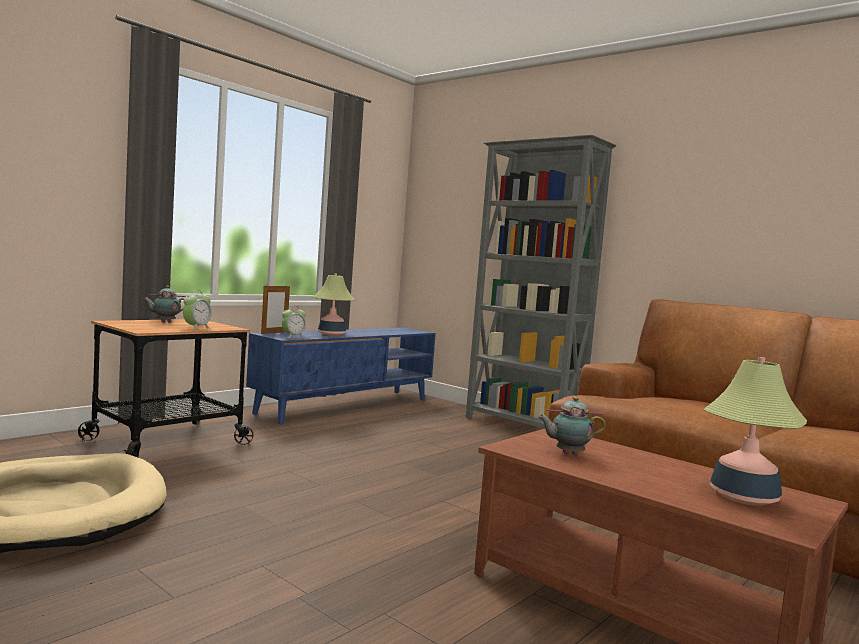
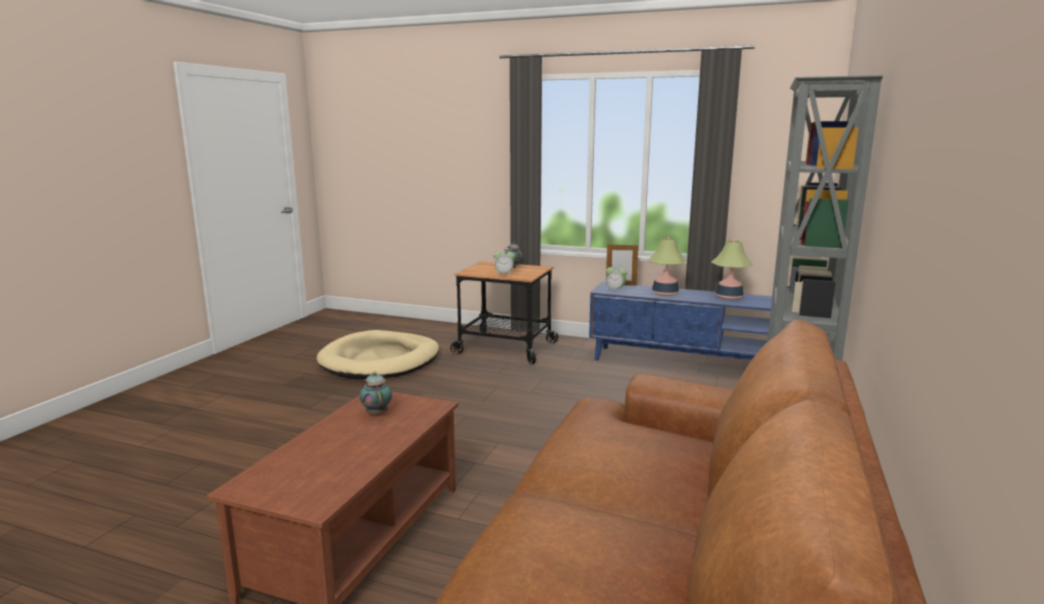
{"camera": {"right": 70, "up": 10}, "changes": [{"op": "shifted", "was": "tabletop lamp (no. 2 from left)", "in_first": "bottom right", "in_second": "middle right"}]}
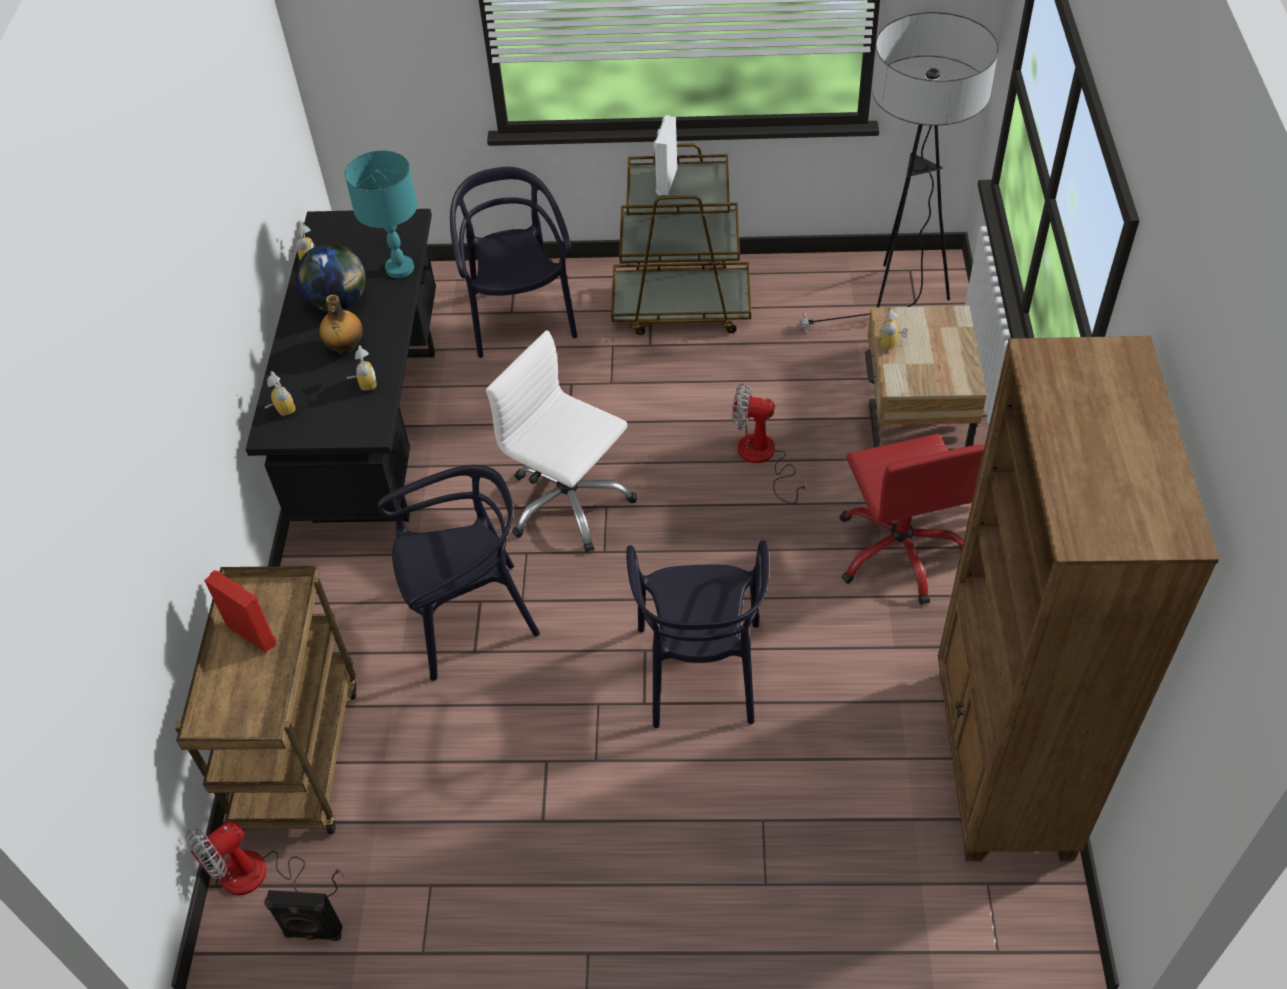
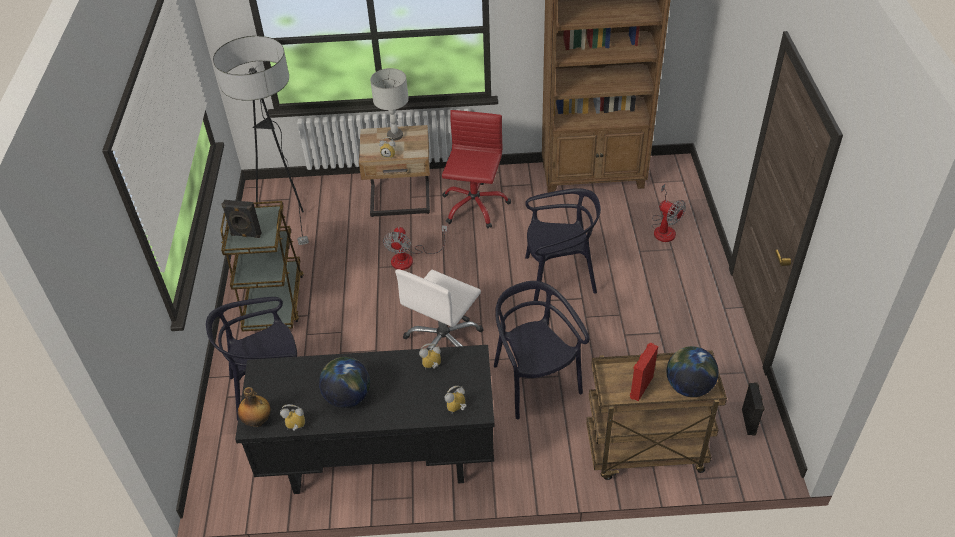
{"camera": {"right": -95, "up": -5}, "changes": [{"op": "shifted", "was": "electric fan (no. 1 from left in the first image)", "now": "electric fan (no. 2 from left)", "in_first": "bottom left", "in_second": "middle right"}, {"op": "shifted", "was": "bottle", "in_first": "top left", "in_second": "bottom left"}, {"op": "gone", "was": "turquoise tabletop lamp", "in_first": "top left"}, {"op": "repainted", "was": "whitish speaker", "now": "black-coloured speaker (no. 1 from left)", "in_first": "top centre", "in_second": "middle left"}, {"op": "rotated", "was": "red computer chair", "in_first": "middle right", "in_second": "top centre", "clockwise": -60}, {"op": "new", "now": "greyish tabletop lamp", "in_second": "top centre"}, {"op": "new", "now": "globe (no. 2 from left)", "in_second": "bottom right"}]}
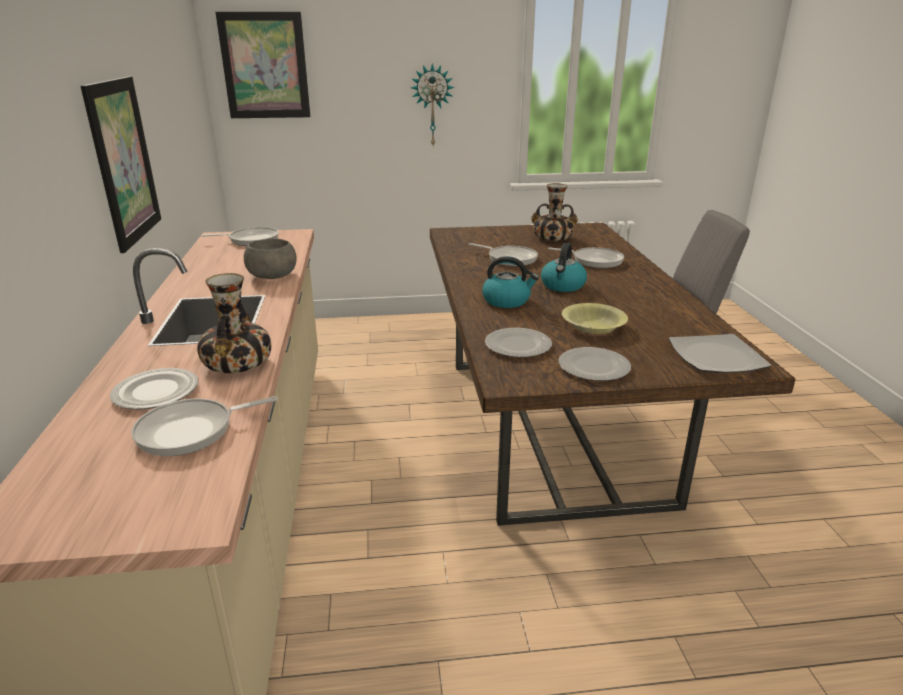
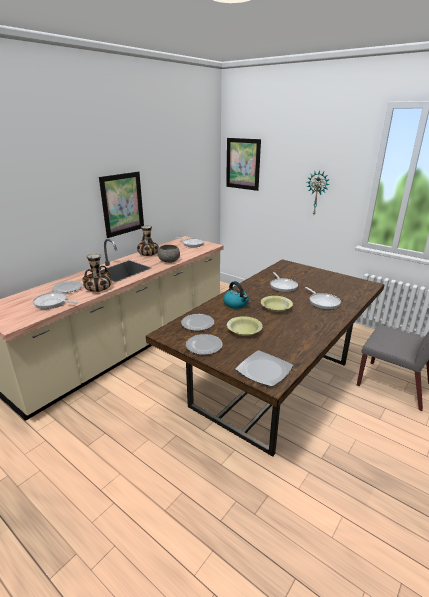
{"camera": {"right": 45, "up": 0}, "changes": [{"op": "shifted", "was": "decorative vase (no. 2 from left)", "in_first": "top centre", "in_second": "centre"}, {"op": "swapped", "was": "water kettle (no. 2 from left)", "now": "yellowish serving bowl (no. 2 from left)", "in_first": "centre", "in_second": "centre"}]}
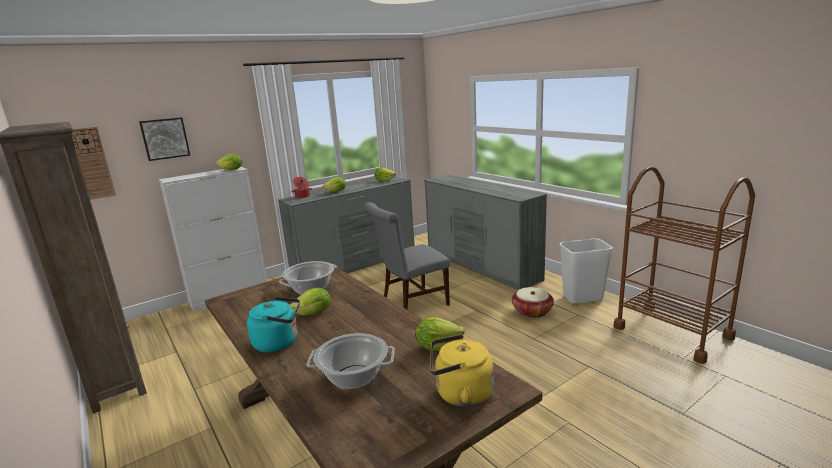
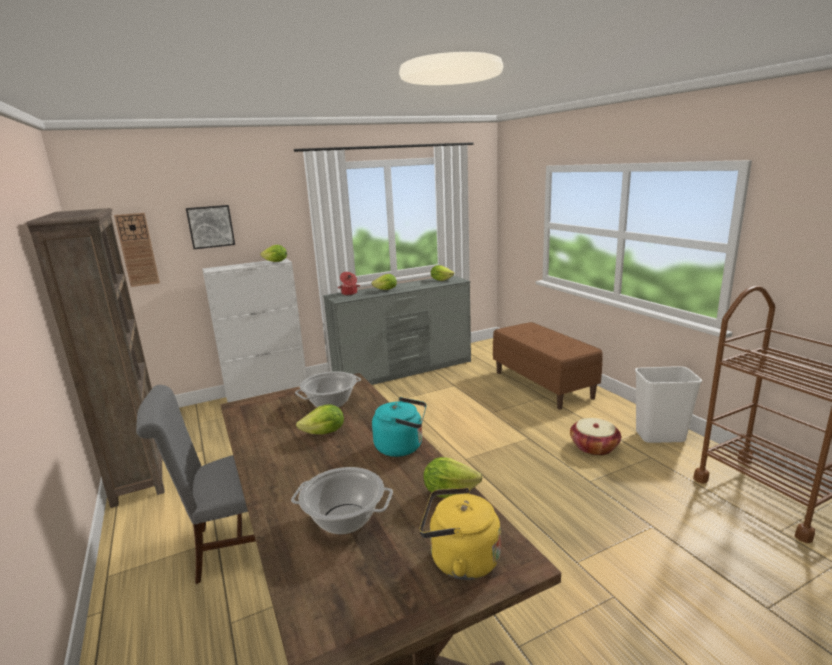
{"camera": {"right": 10, "up": 0}, "changes": [{"op": "shifted", "was": "turquoise water kettle", "in_first": "bottom left", "in_second": "centre"}, {"op": "shifted", "was": "greyish chair", "in_first": "centre", "in_second": "bottom left"}, {"op": "swapped", "was": "greyish dresser (no. 2 from left)", "now": "brown long seat", "in_first": "centre", "in_second": "centre"}]}
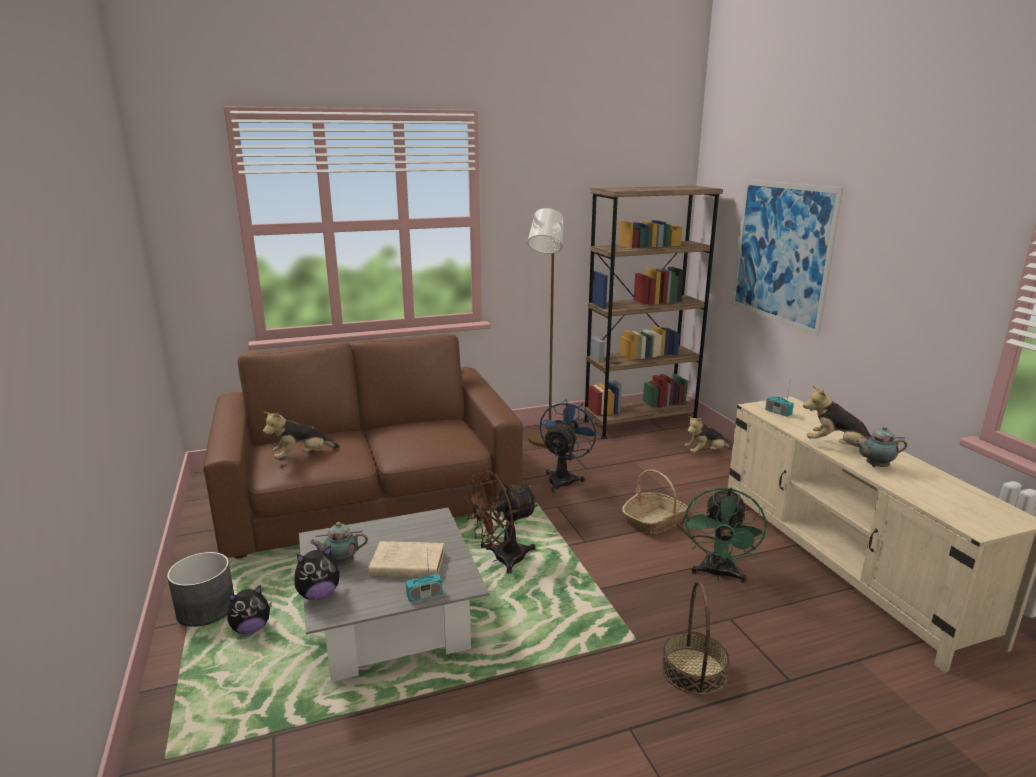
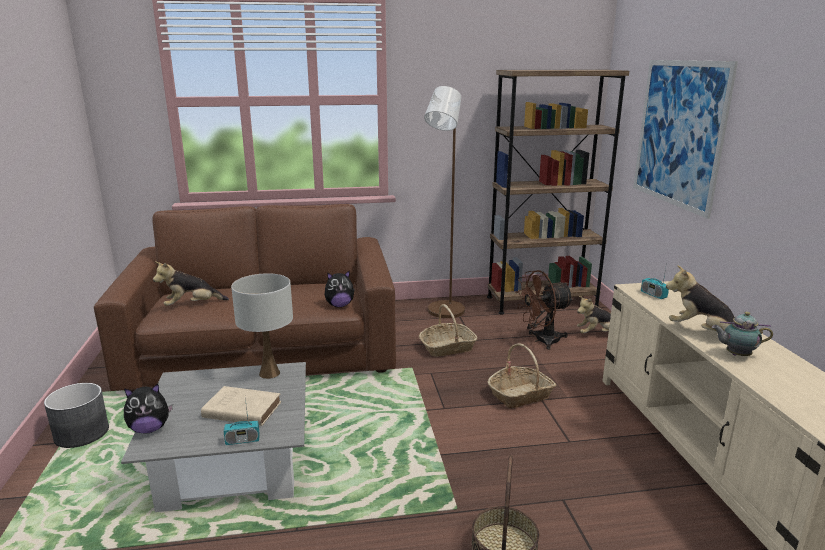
{"camera": {"right": 10, "up": 0}, "changes": [{"op": "shifted", "was": "cuddly toy (no. 1 from left in the first image)", "now": "cuddly toy (no. 3 from left)", "in_first": "bottom left", "in_second": "centre"}, {"op": "gone", "was": "teapot (no. 1 from left)", "in_first": "bottom left"}, {"op": "shifted", "was": "brown electric fan", "in_first": "bottom centre", "in_second": "centre"}, {"op": "swapped", "was": "blue-coloured electric fan", "now": "storage basket (no. 1 from left)", "in_first": "centre", "in_second": "centre"}, {"op": "gone", "was": "greenish electric fan", "in_first": "bottom right"}, {"op": "new", "now": "whitish tabletop lamp", "in_second": "middle left"}]}
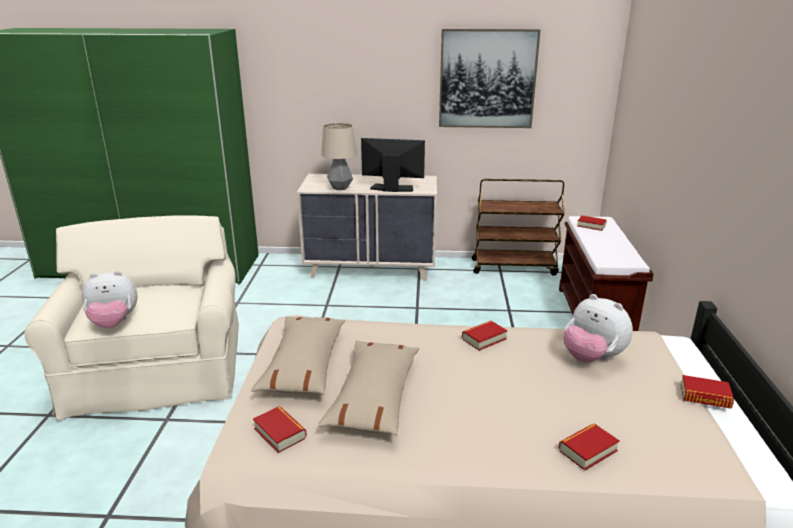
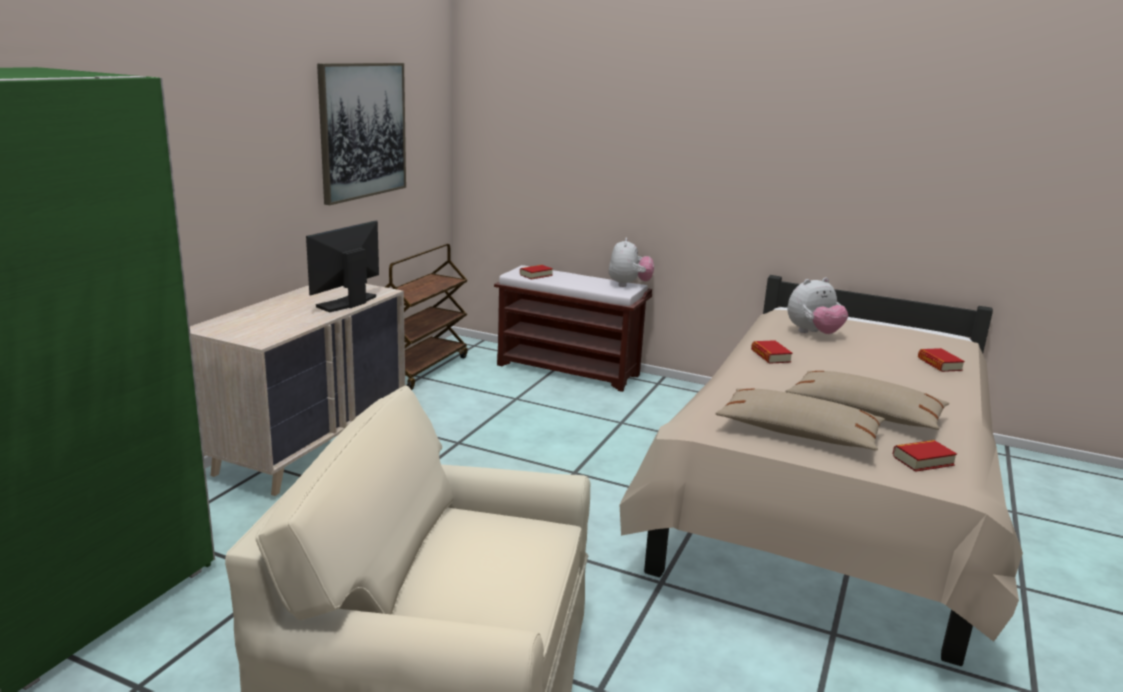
{"camera": {"right": -70, "up": -5}, "changes": [{"op": "shifted", "was": "cuddly toy (no. 1 from left)", "in_first": "middle left", "in_second": "centre"}, {"op": "gone", "was": "tabletop lamp", "in_first": "top centre"}, {"op": "gone", "was": "book (no. 5 from left)", "in_first": "bottom right"}]}
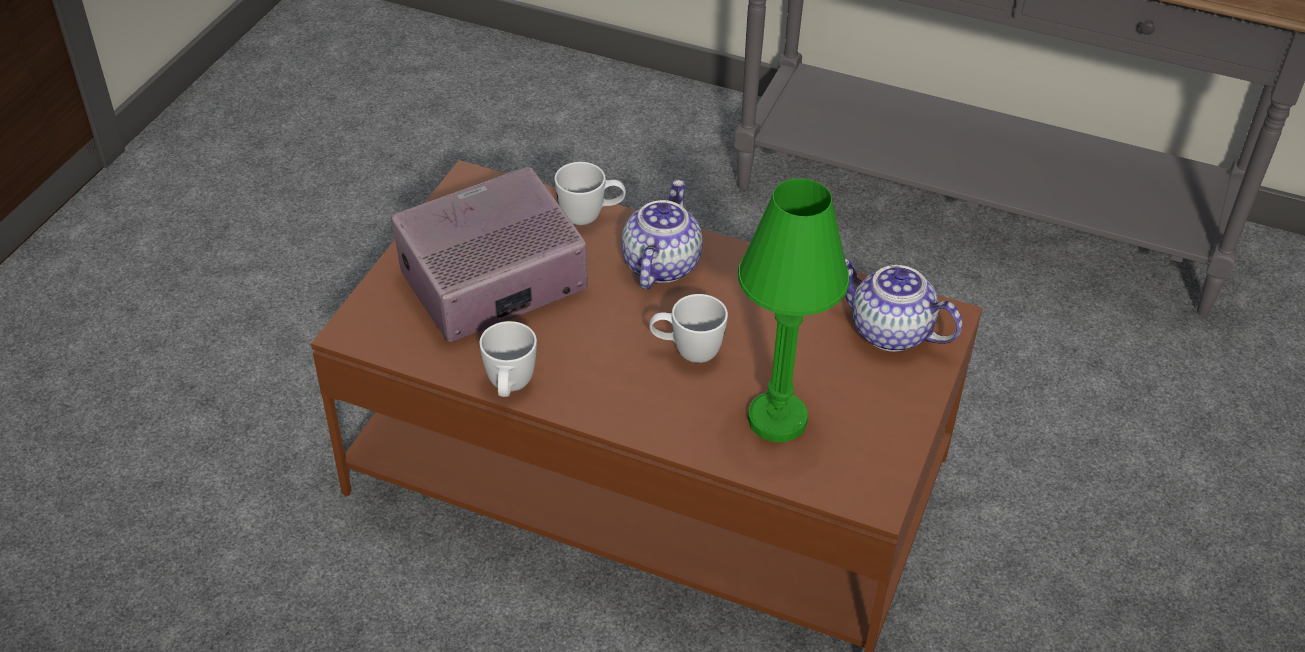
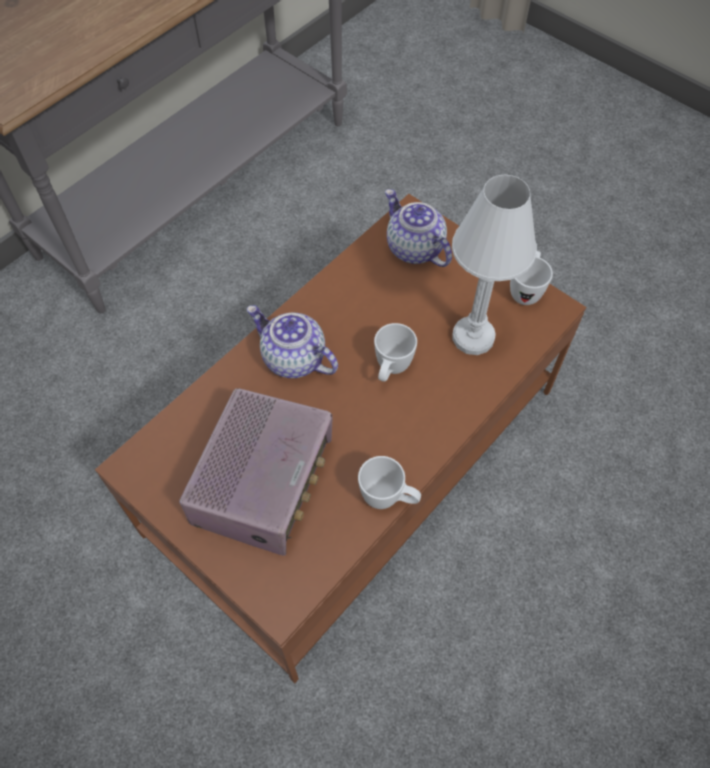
{"camera": {"right": -70, "up": 15}, "changes": [{"op": "rotated", "was": "radio", "in_first": "centre", "in_second": "centre", "clockwise": -150}, {"op": "shifted", "was": "whitish mug (no. 2 from left in the first image)", "now": "whitish mug (no. 3 from left)", "in_first": "top centre", "in_second": "middle right"}, {"op": "repainted", "was": "greenish tabletop lamp", "now": "whitish tabletop lamp", "in_first": "centre", "in_second": "middle right"}, {"op": "rotated", "was": "teapot (no. 2 from left)", "in_first": "middle right", "in_second": "top centre", "clockwise": 90}]}
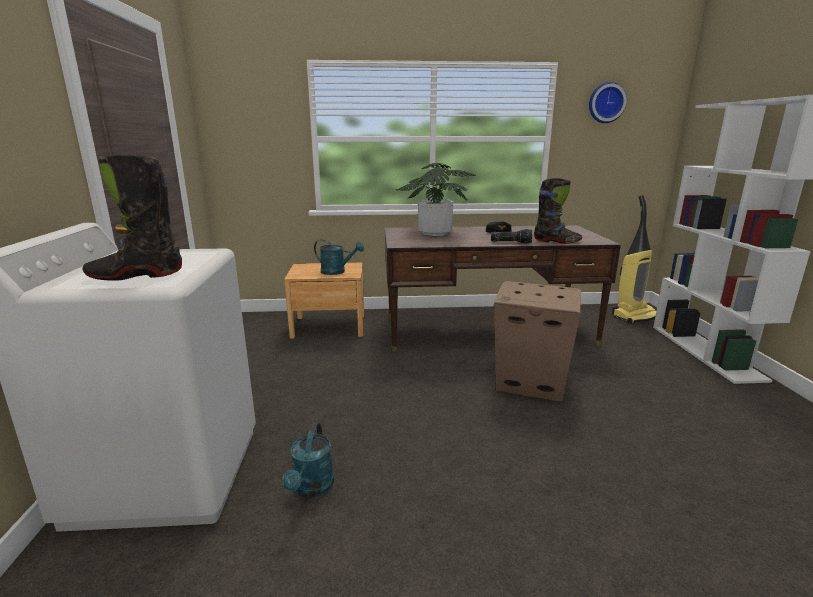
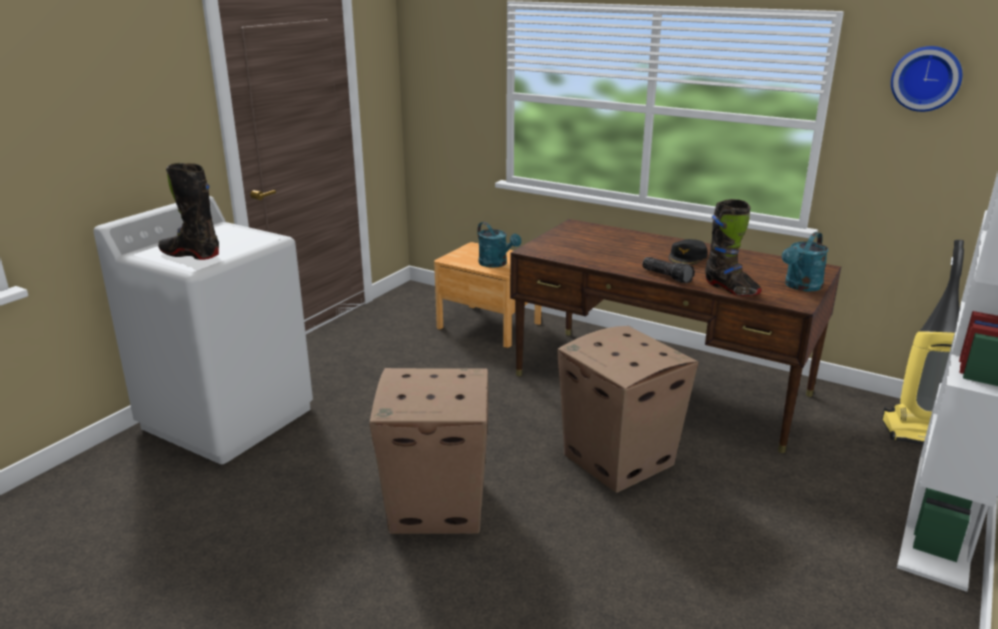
{"camera": {"right": 35, "up": 5}, "changes": [{"op": "shifted", "was": "turquoise watering can (no. 1 from left in the first image)", "now": "turquoise watering can (no. 2 from left)", "in_first": "bottom centre", "in_second": "middle right"}, {"op": "gone", "was": "potted plant", "in_first": "centre"}, {"op": "new", "now": "carton (no. 1 from left)", "in_second": "bottom centre"}]}
